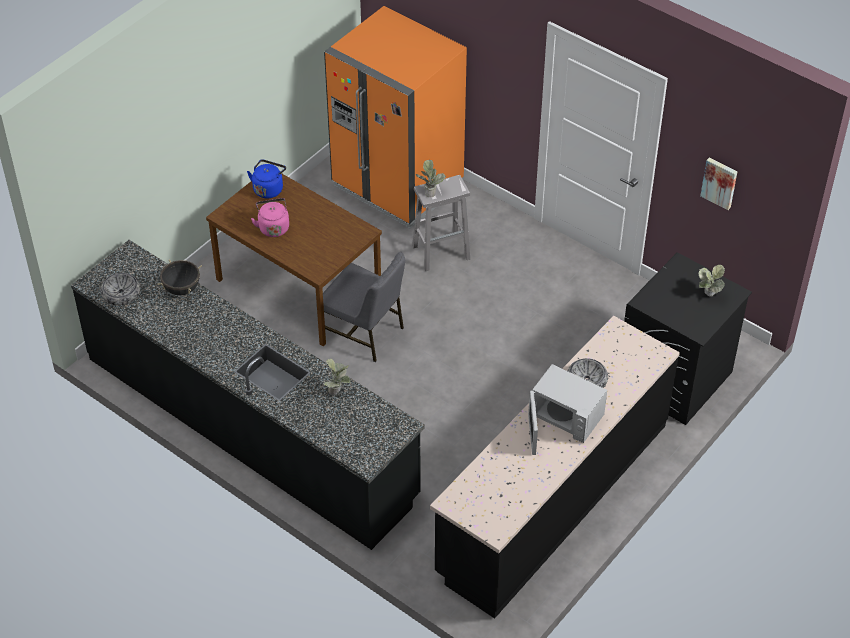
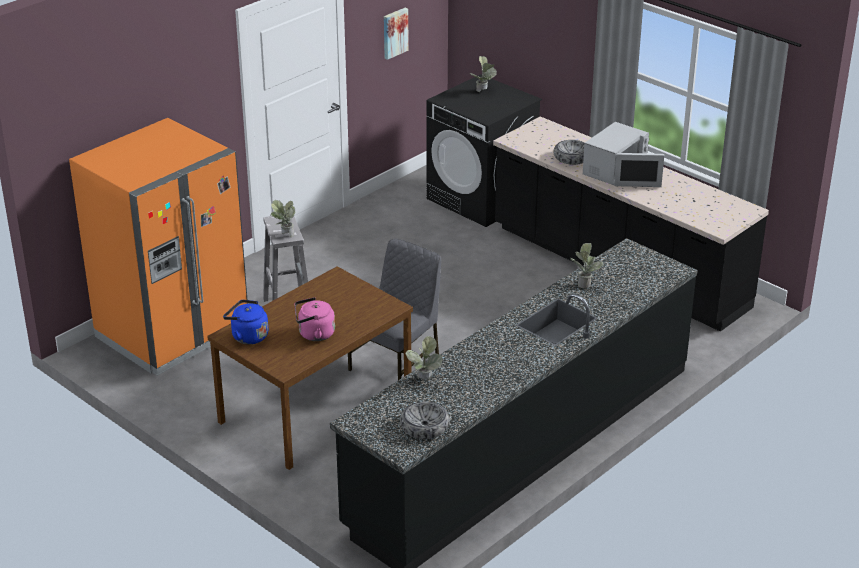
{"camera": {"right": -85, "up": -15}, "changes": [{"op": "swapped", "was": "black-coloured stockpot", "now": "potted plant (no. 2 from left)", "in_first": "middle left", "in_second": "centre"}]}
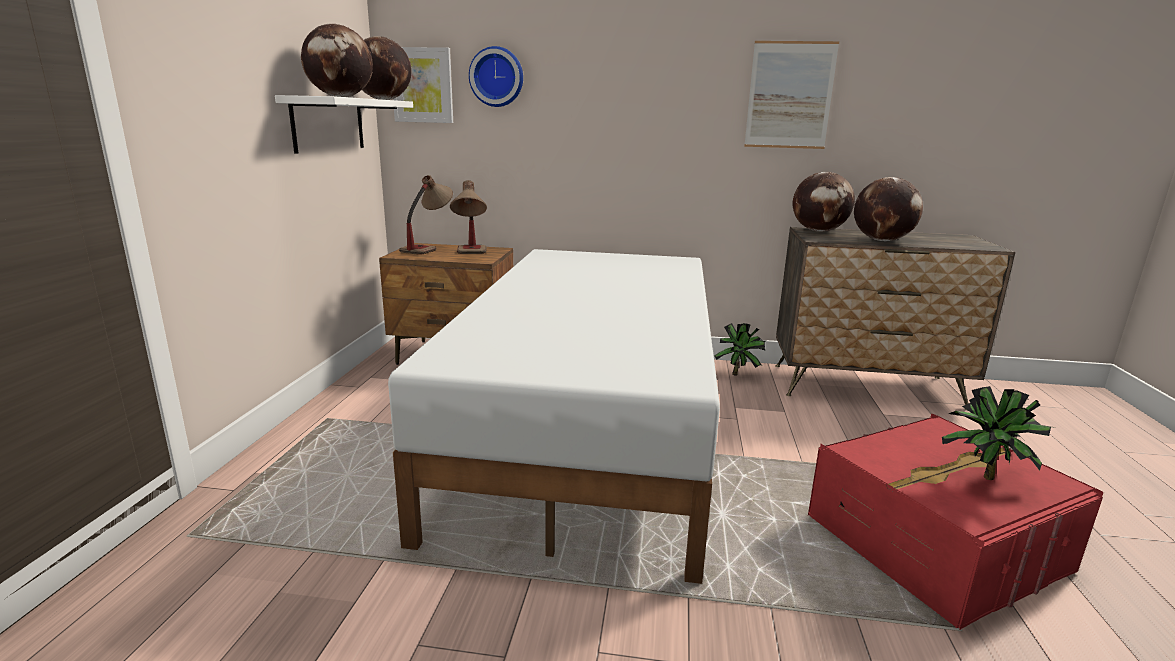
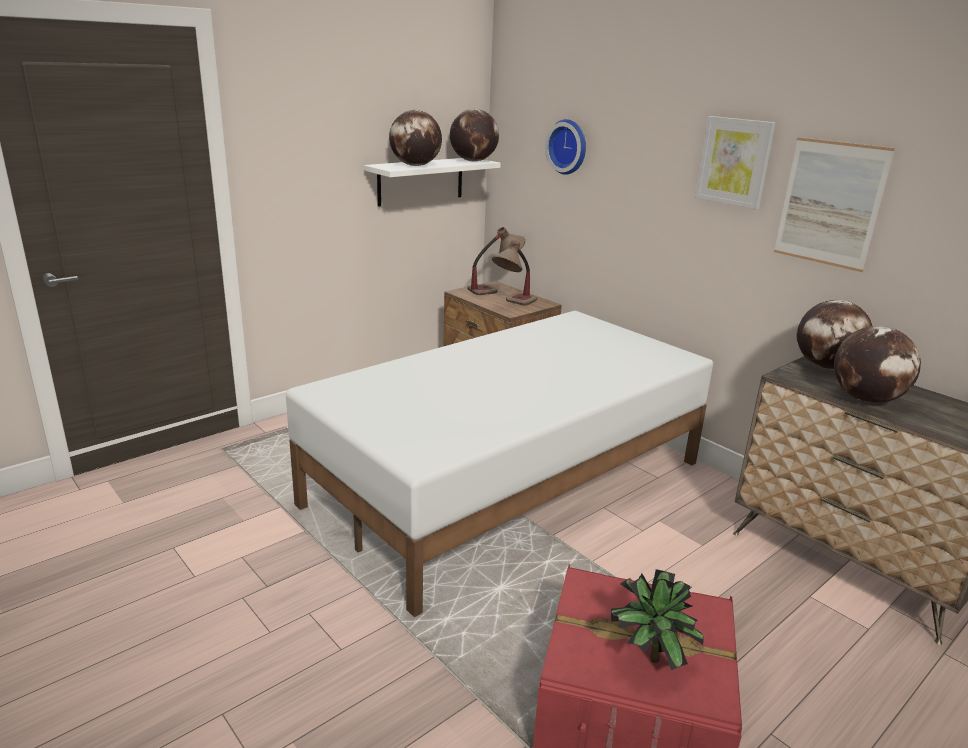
{"camera": {"right": 40, "up": 5}, "changes": [{"op": "shifted", "was": "wall picture (no. 1 from left)", "in_first": "top centre", "in_second": "top right"}, {"op": "gone", "was": "potted plant (no. 1 from left)", "in_first": "centre"}]}
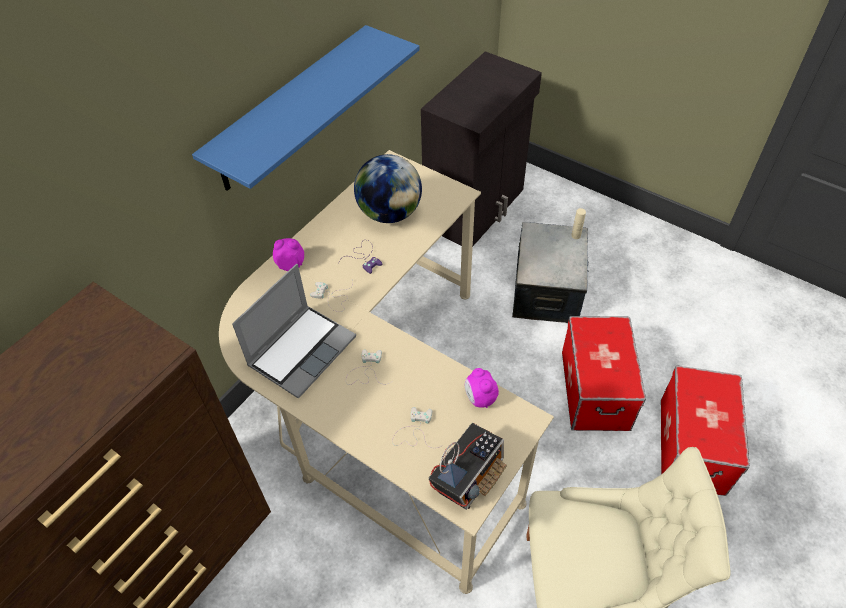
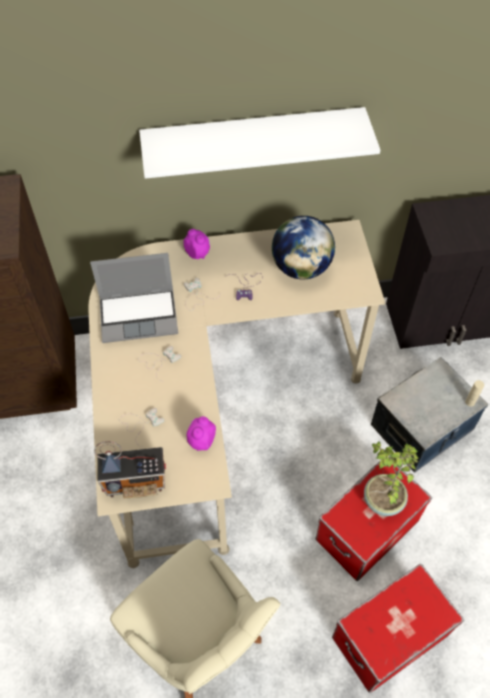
{"camera": {"right": 45, "up": 5}, "changes": [{"op": "repainted", "was": "blue-coloured bracket shelf", "now": "whitish bracket shelf", "in_first": "top centre", "in_second": "top centre"}, {"op": "new", "now": "potted plant", "in_second": "bottom right"}]}
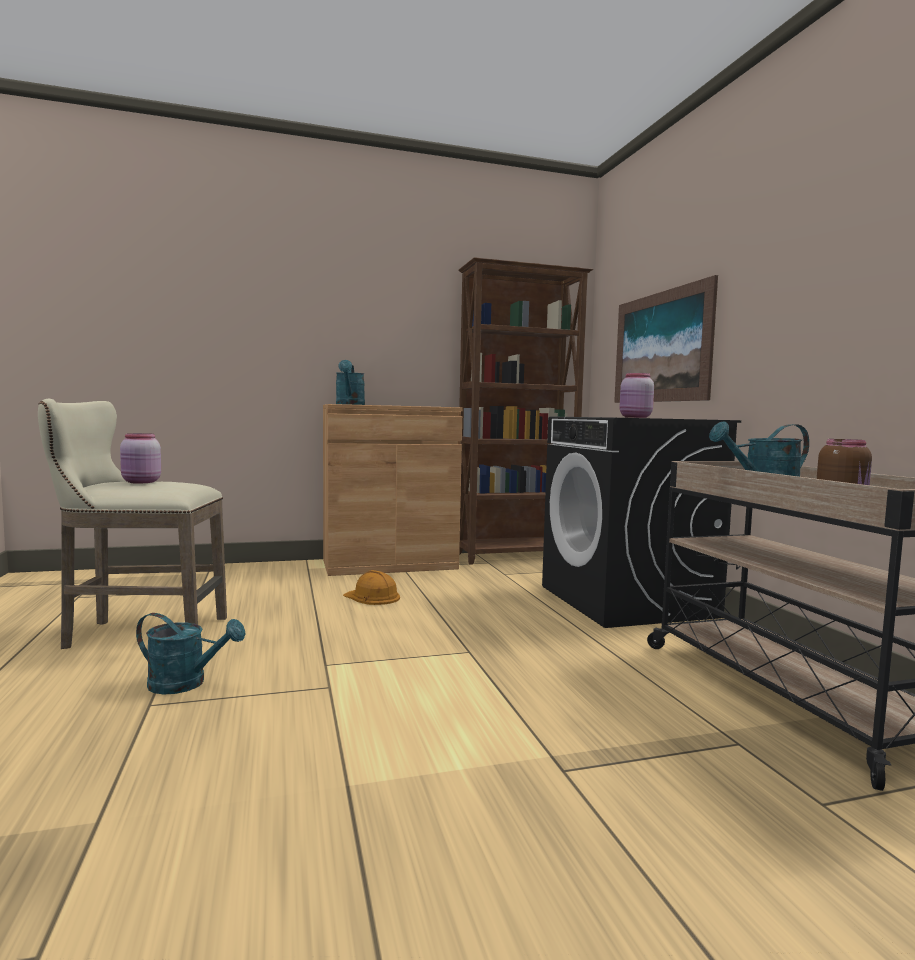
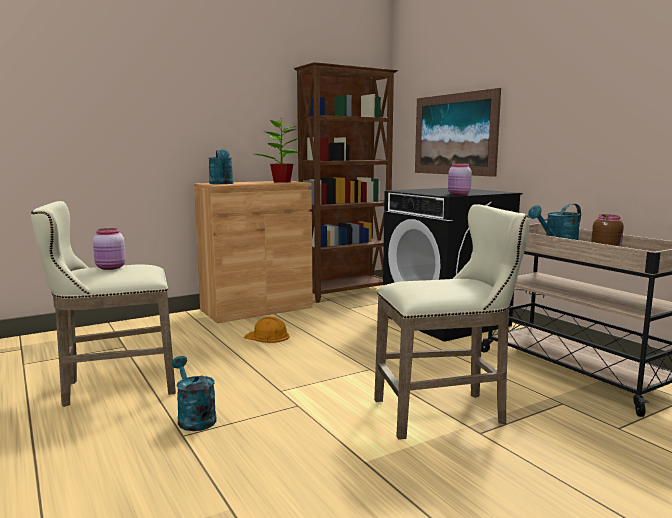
{"camera": {"right": -15, "up": 5}, "changes": [{"op": "rotated", "was": "turquoise watering can (no. 1 from left)", "in_first": "bottom left", "in_second": "bottom left", "clockwise": -120}, {"op": "new", "now": "potted plant", "in_second": "top centre"}, {"op": "new", "now": "sand-coloured sitting stool (no. 2 from left)", "in_second": "middle right"}]}
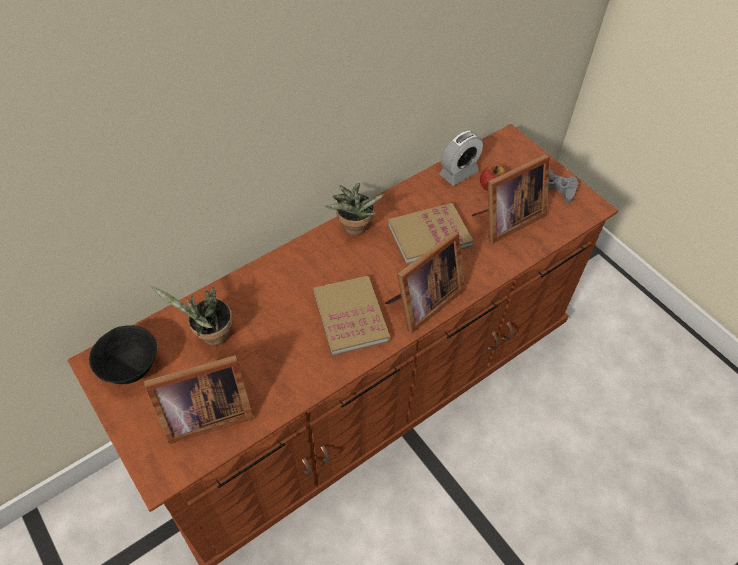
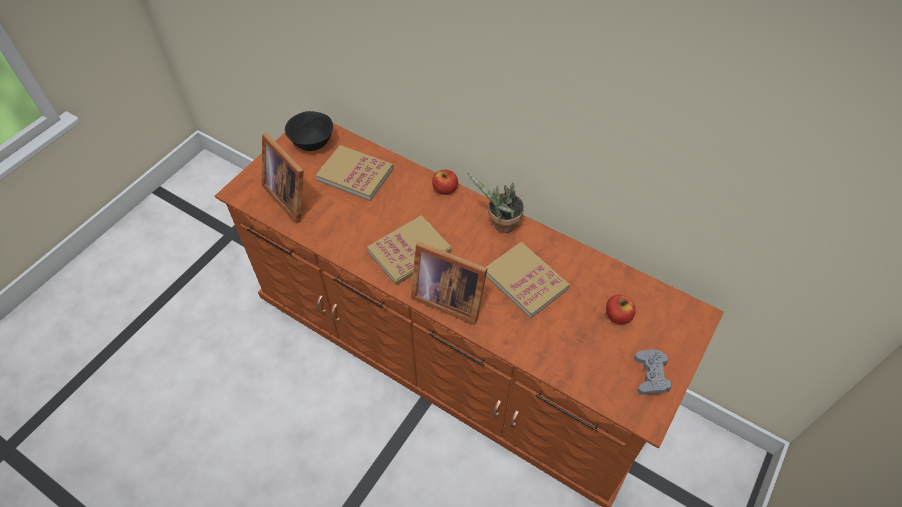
{"camera": {"right": 70, "up": 0}, "changes": [{"op": "swapped", "was": "potted plant (no. 1 from left)", "now": "book (no. 1 from left)", "in_first": "middle left", "in_second": "centre"}, {"op": "gone", "was": "alarm clock", "in_first": "top centre"}, {"op": "gone", "was": "standing frame (no. 3 from left)", "in_first": "middle right"}, {"op": "new", "now": "whole apple (no. 1 from left)", "in_second": "centre"}]}
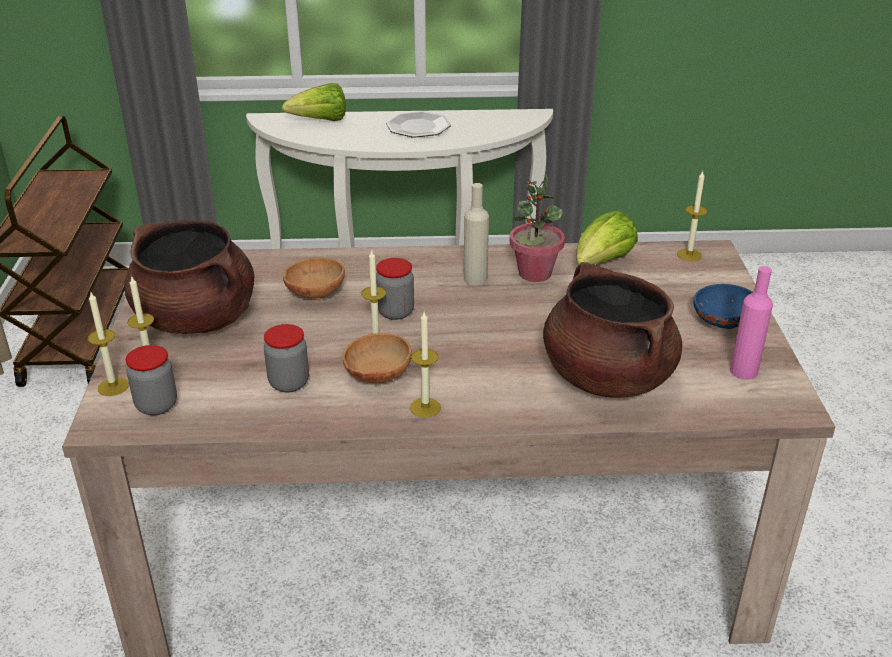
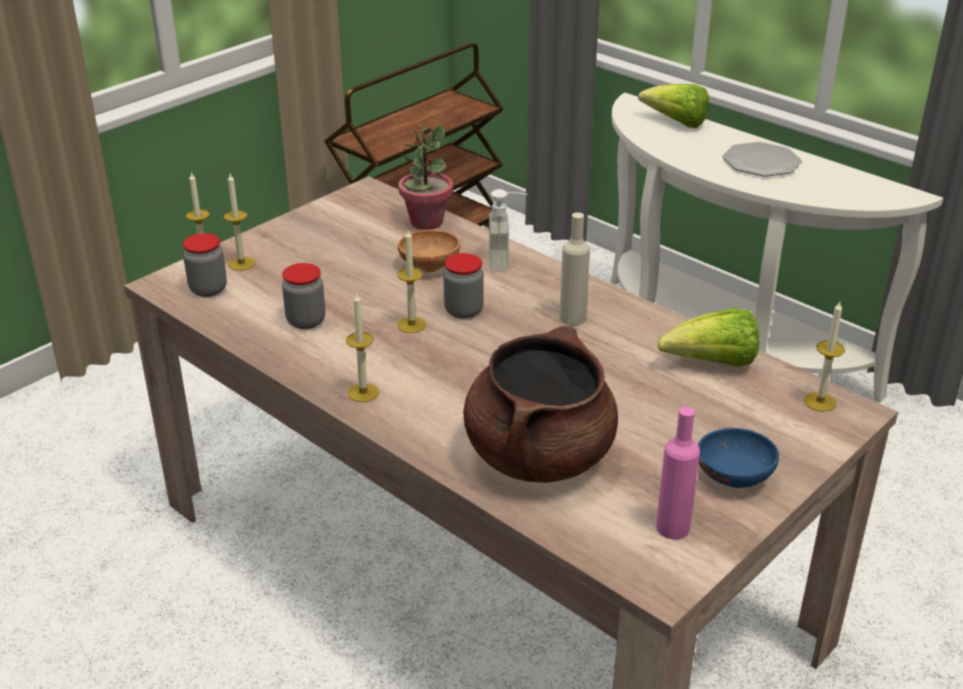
{"camera": {"right": 45, "up": 0}, "changes": [{"op": "gone", "was": "brown stockpot (no. 1 from left)", "in_first": "middle left"}, {"op": "gone", "was": "brown serving bowl (no. 2 from left)", "in_first": "centre"}, {"op": "shifted", "was": "potted plant", "in_first": "centre", "in_second": "top centre"}, {"op": "new", "now": "soap bottle", "in_second": "centre"}]}
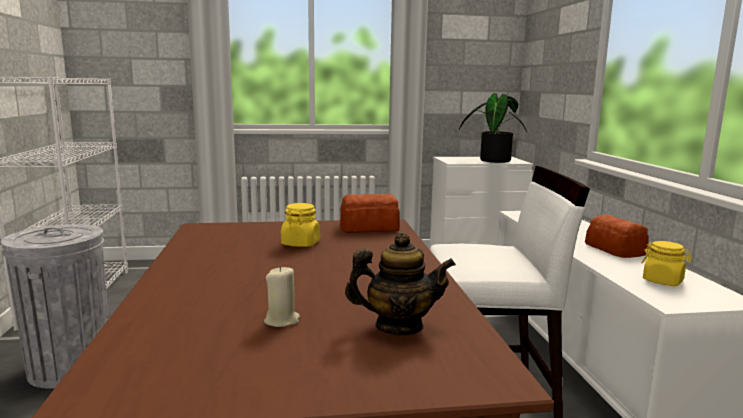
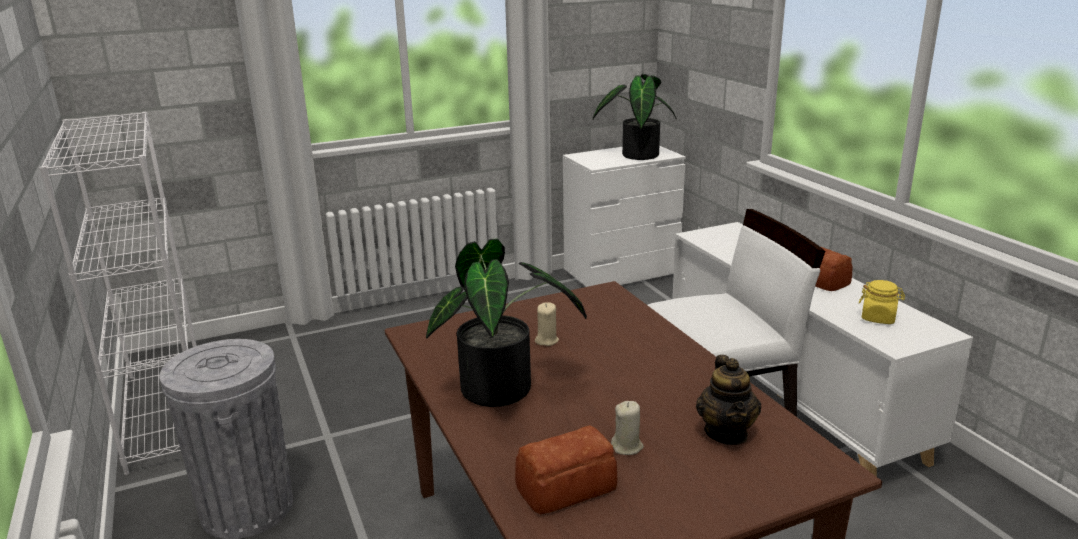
{"camera": {"right": -15, "up": 10}, "changes": [{"op": "swapped", "was": "yellowish storage jar (no. 1 from left)", "now": "sand-coloured wax candle (no. 1 from left)", "in_first": "centre", "in_second": "centre"}, {"op": "shifted", "was": "bakery bread (no. 1 from left)", "in_first": "centre", "in_second": "bottom centre"}, {"op": "rotated", "was": "teapot", "in_first": "bottom centre", "in_second": "bottom right", "clockwise": 105}, {"op": "new", "now": "potted plant (no. 1 from left)", "in_second": "centre"}]}
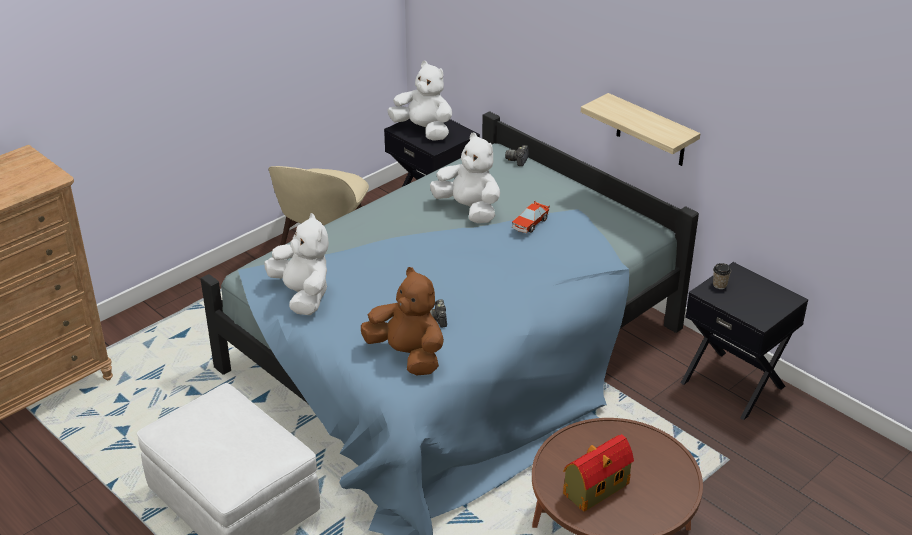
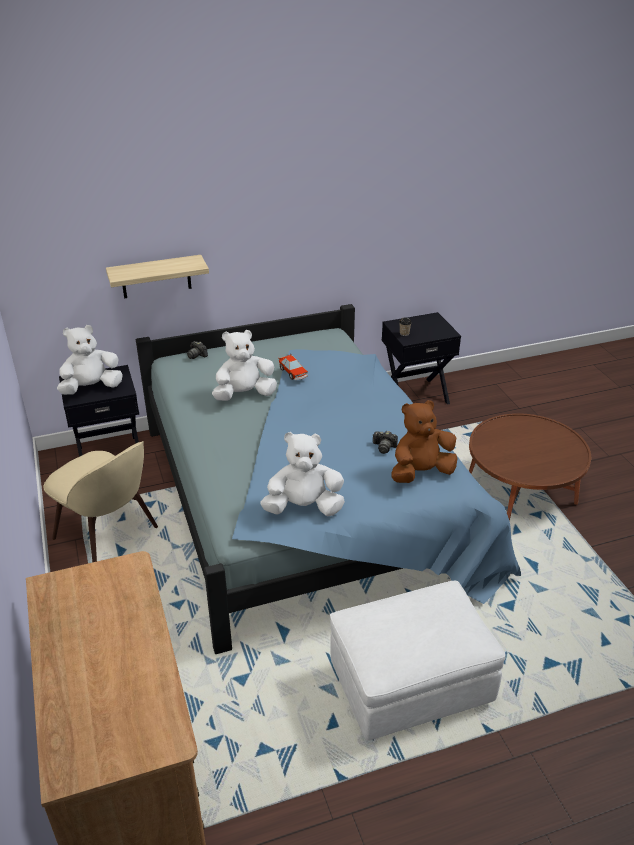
{"camera": {"right": -65, "up": 0}, "changes": [{"op": "gone", "was": "model house", "in_first": "bottom centre"}, {"op": "shifted", "was": "bracket shelf", "in_first": "top right", "in_second": "top left"}]}
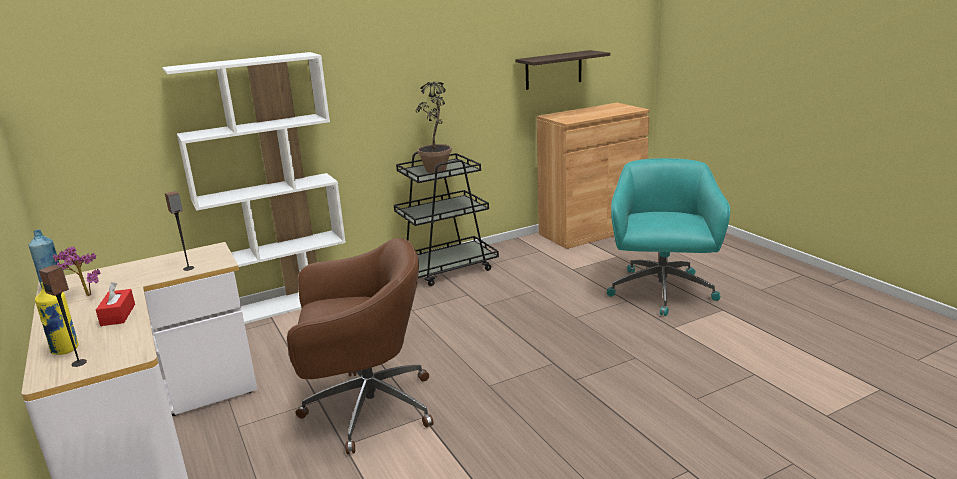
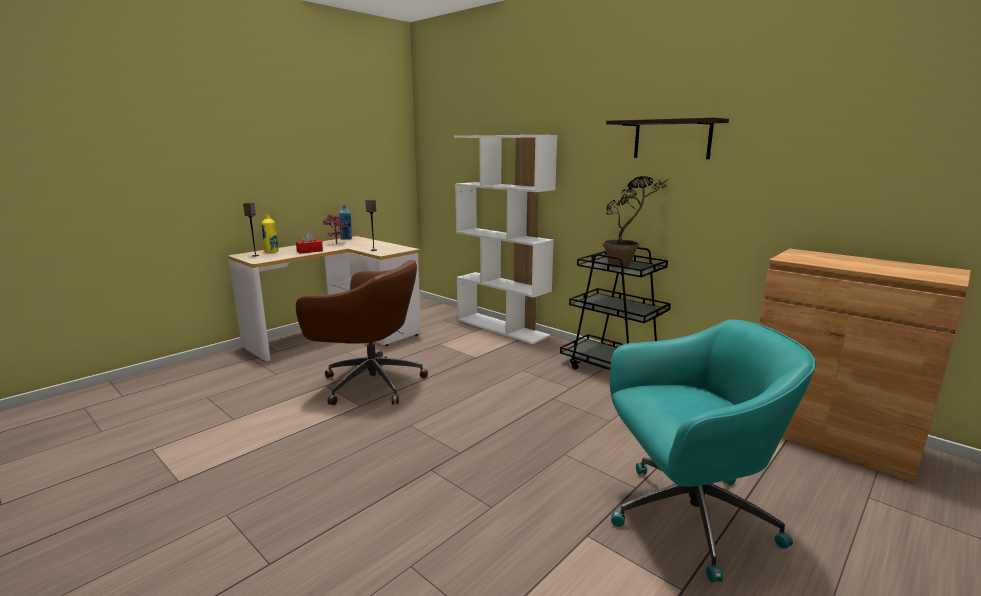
{"camera": {"right": 70, "up": -5}, "changes": [{"op": "rotated", "was": "brown computer chair", "in_first": "bottom centre", "in_second": "centre", "clockwise": -45}, {"op": "shifted", "was": "bracket shelf", "in_first": "top centre", "in_second": "top right"}]}
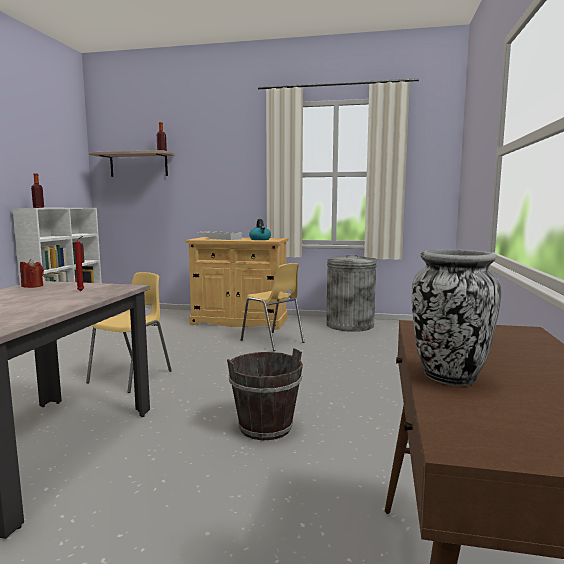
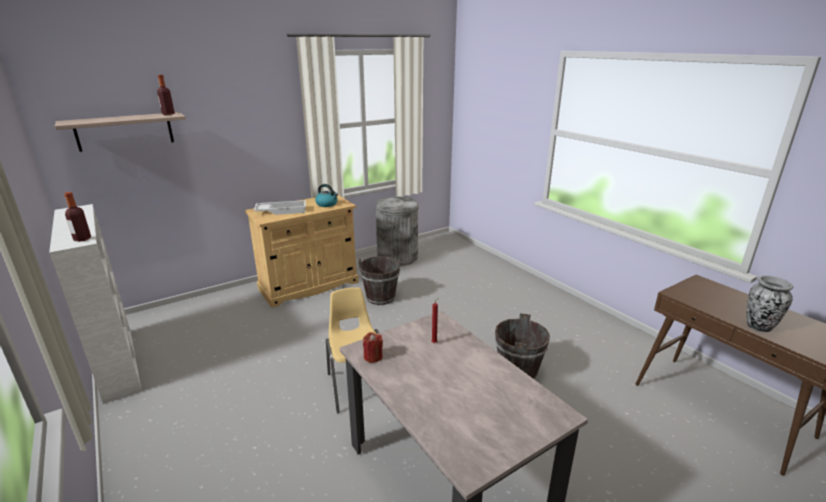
{"camera": {"right": -45, "up": 15}, "changes": [{"op": "swapped", "was": "yellowish chair (no. 2 from left)", "now": "brown water bucket (no. 1 from left)", "in_first": "centre", "in_second": "centre"}]}
